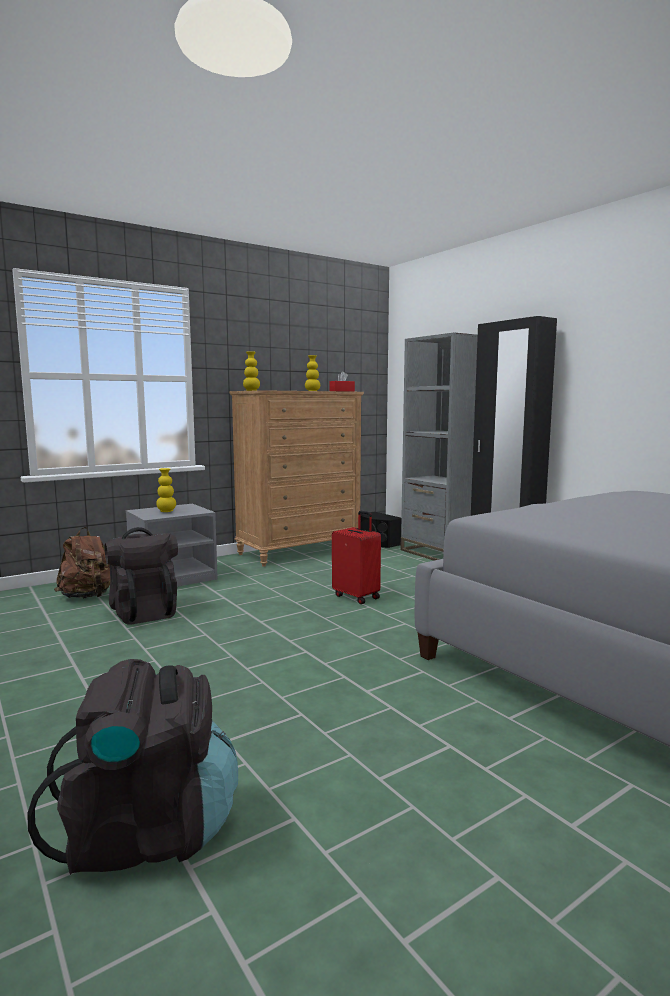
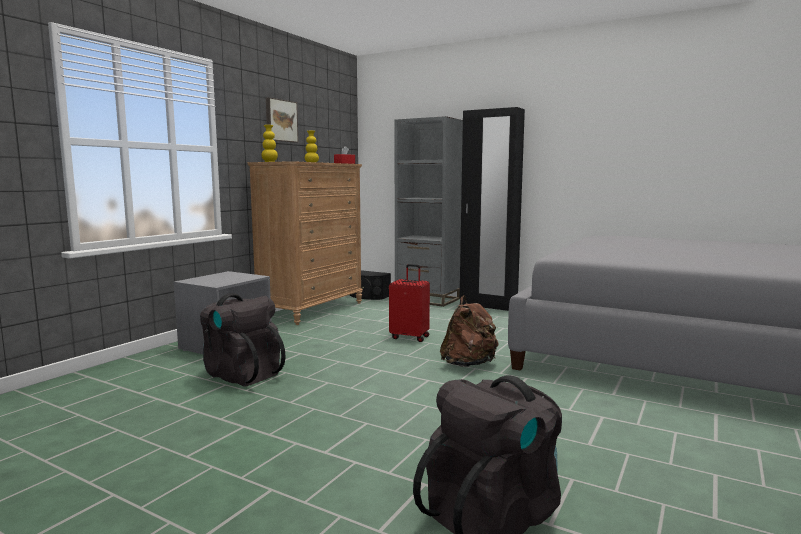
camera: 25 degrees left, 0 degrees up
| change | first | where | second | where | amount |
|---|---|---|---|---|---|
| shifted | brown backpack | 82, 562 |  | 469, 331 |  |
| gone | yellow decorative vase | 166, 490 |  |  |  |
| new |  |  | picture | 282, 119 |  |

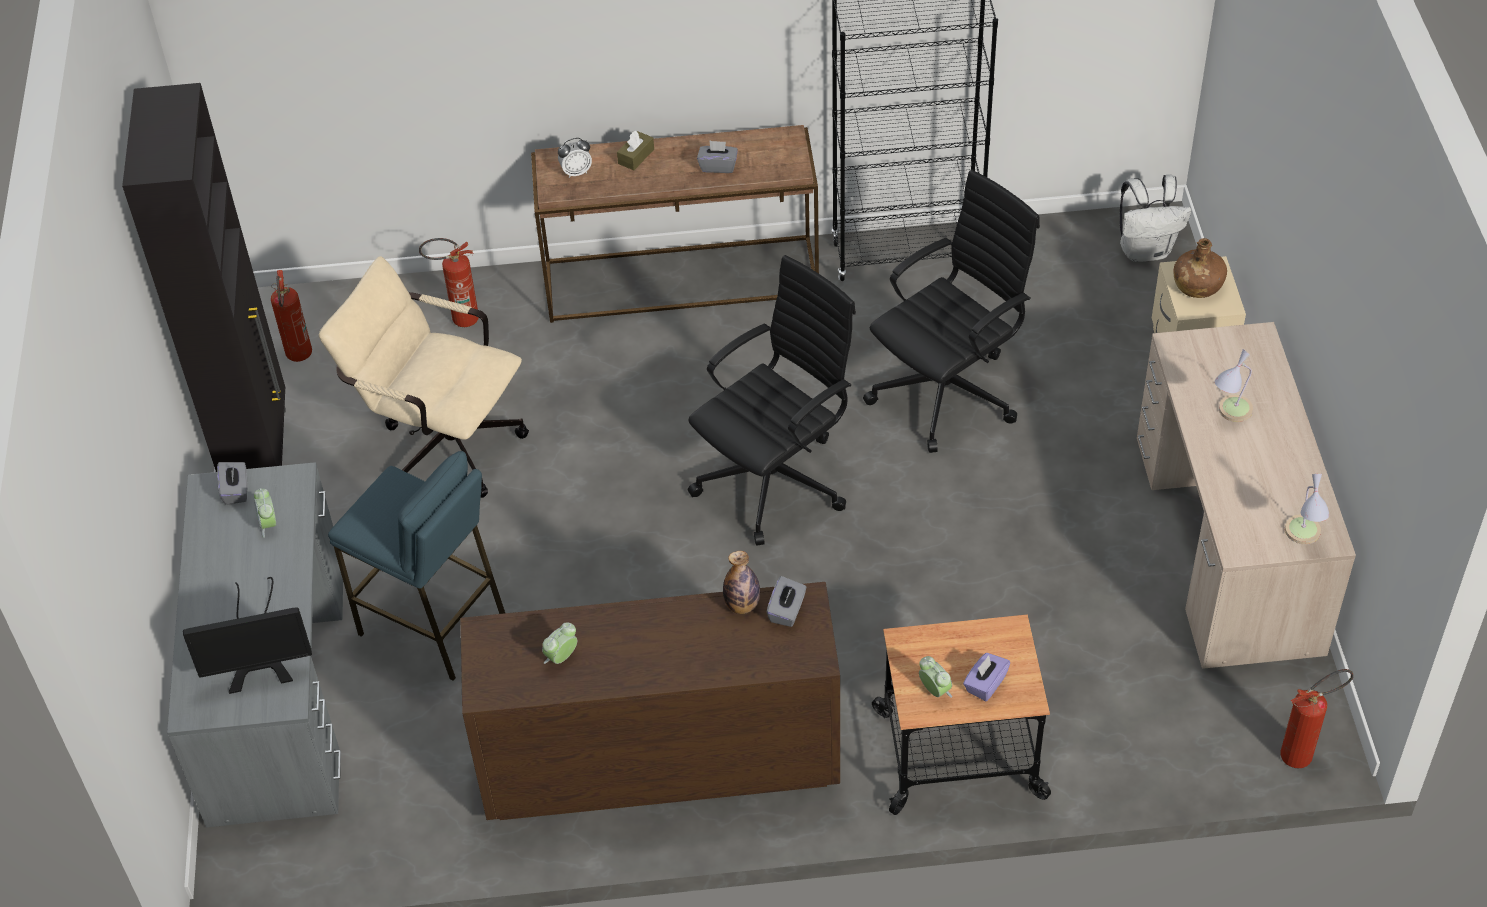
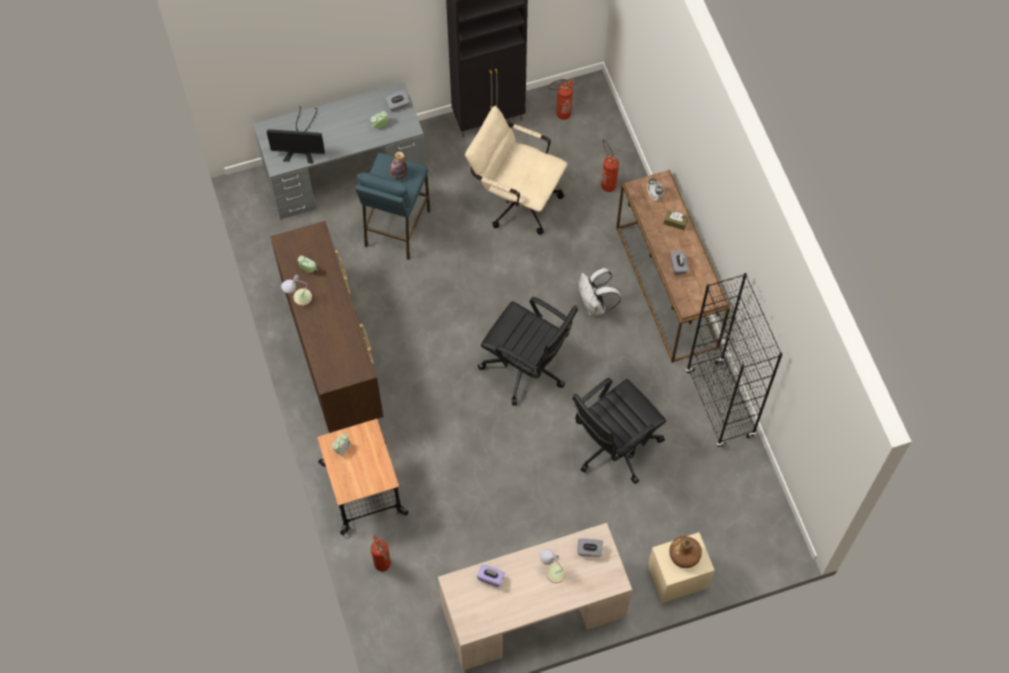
camera: 75 degrees right, 15 degrees up
| change | first | where | second | where | amount |
|---|---|---|---|---|---|
| rotated | computer display | 247, 635 |  | 296, 134 | 60 degrees counterclockwise |
| rotated | sand-coloured desk chair | 424, 377 |  | 516, 170 | 75 degrees counterclockwise |
| shifted | drink bottle | 741, 582 |  | 398, 165 |  |
| shifted | greyish tissue box | 786, 601 |  | 590, 548 |  |
| rotated | black-coloured desk chair | 951, 311 |  | 619, 431 | 105 degrees clockwise |
| shifted | purple tissue box | 986, 677 |  | 491, 576 |  |
| shifted | white-coloured backpack | 1155, 218 |  | 600, 292 |  |
| shifted | fire extinguisher | 1317, 718 |  | 381, 553 |  |
| shifted | table lamp | 1307, 509 |  | 296, 290 |  |

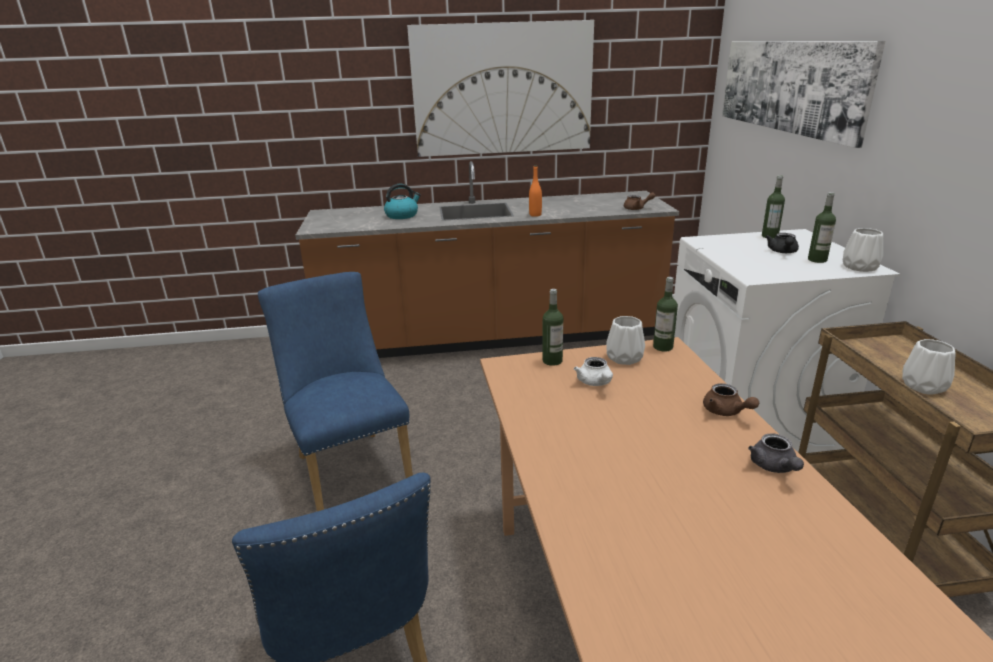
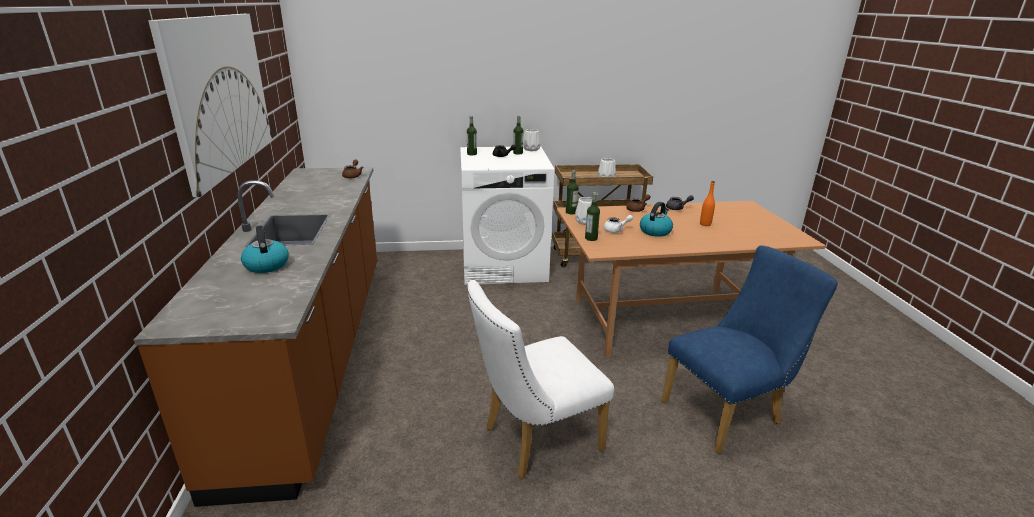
camera: 90 degrees left, 0 degrees up
| change | first | where | second | where | amount |
|---|---|---|---|---|---|
| repainted | blue-coloured plain chair | 335, 391 | white-coloured plain chair | 540, 379 |  |
| shifted | orange-coloured drink bottle | 535, 191 |  | 707, 203 |  |
| gone | picture | 803, 94 |  |  |  |
| new |  |  | kettle | 656, 219 |  |

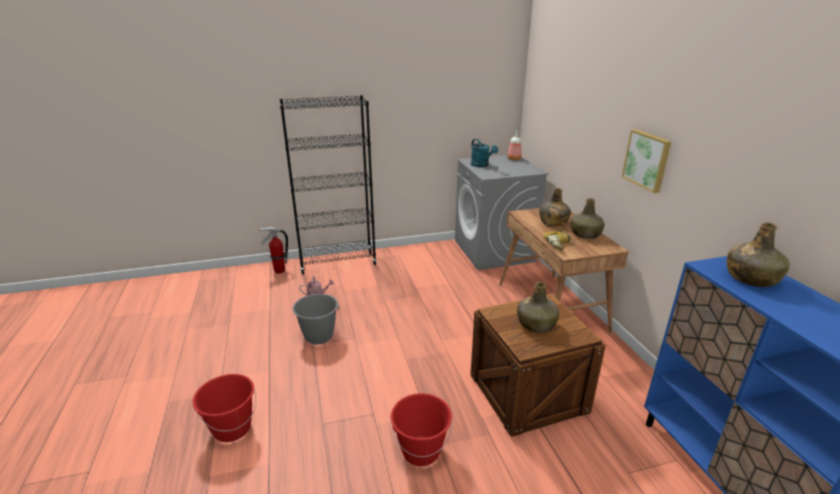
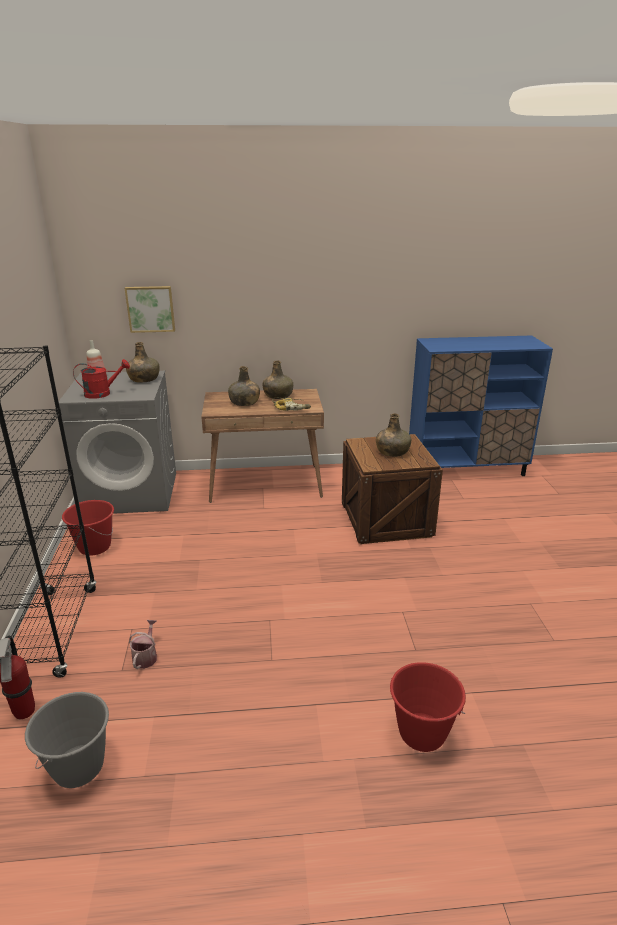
camera: 80 degrees left, 0 degrees up
| change | first | where | second | where | amount |
|---|---|---|---|---|---|
| shifted | greyish bucket | 316, 319 |  | 67, 740 |  |
| shifted | reddish bucket | 421, 429 |  | 88, 528 |  |
| repainted | turquoise watering pot | 484, 153 | reddish watering pot | 101, 379 |  |
| shifted | picture | 646, 161 |  | 150, 309 |  |
| shifted | green-coloured drink bottle | 758, 254 |  | 142, 362 |  |

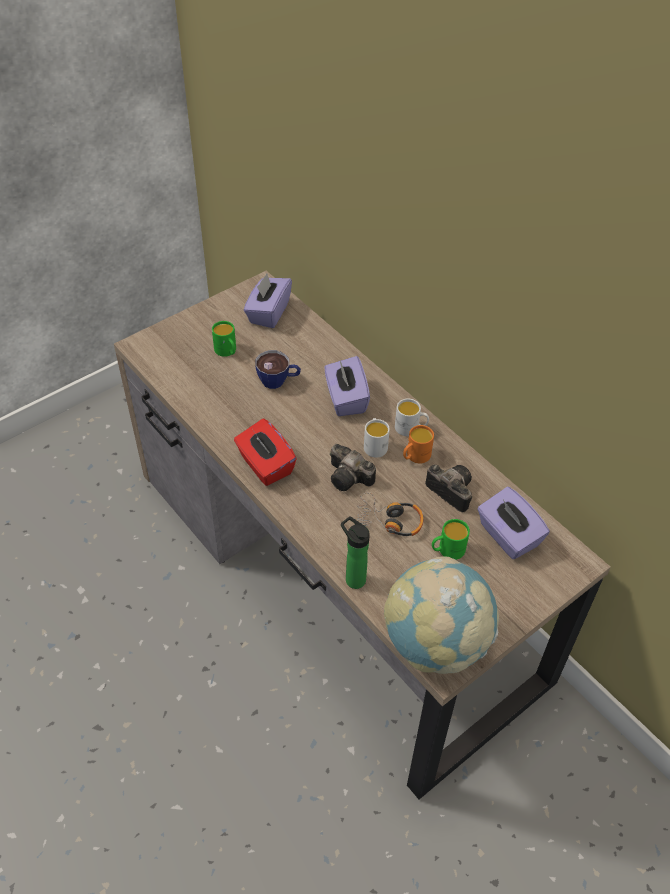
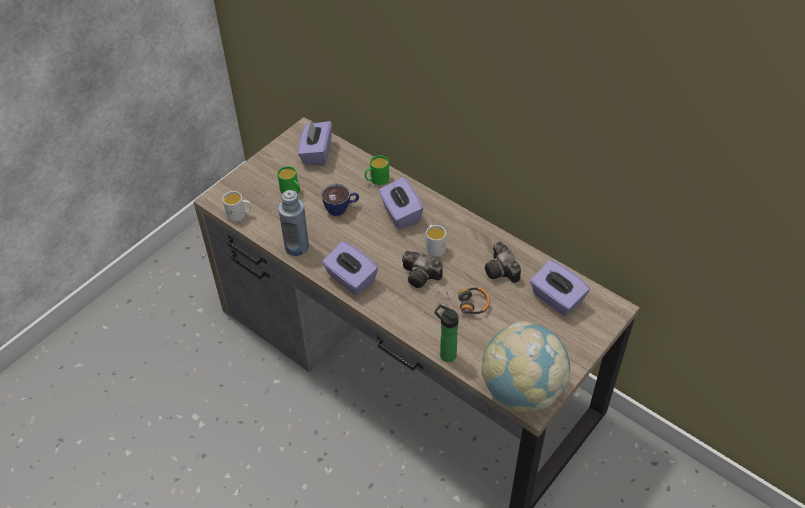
camera: 10 degrees left, 0 degrees up
| change | first | where | second | where | amount |
|---|---|---|---|---|---|
| repainted | reddish tissue box | 265, 452 | purple tissue box | 350, 268 |  |
| shifted | white-coloured tea mug | 412, 417 |  | 236, 206 |  |
| gone | orange-coloured tea mug | 418, 444 |  |  |  |
| rotated | photo camera | 448, 489 |  | 503, 262 | 150 degrees counterclockwise |
| shifted | green-coloured tea mug | 451, 539 |  | 377, 170 |  |
| new |  |  | blue-coloured drink bottle | 293, 223 |  |

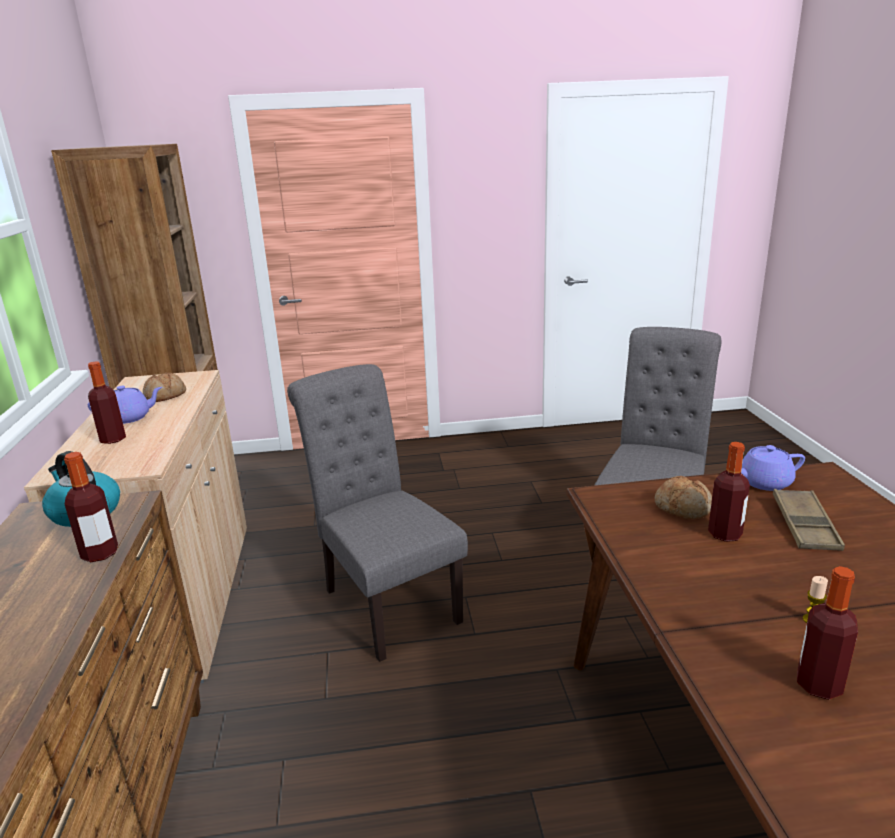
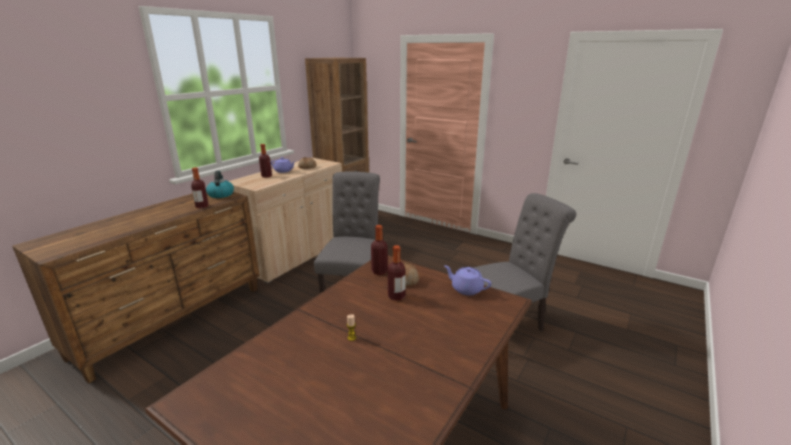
camera: 40 degrees right, 0 degrees up
| change | first | where | second | where | amount |
|---|---|---|---|---|---|
| gone | brown carrying tray | 809, 520 |  |  |  |
| shifted | drink bottle | 827, 633 |  | 379, 250 |  |

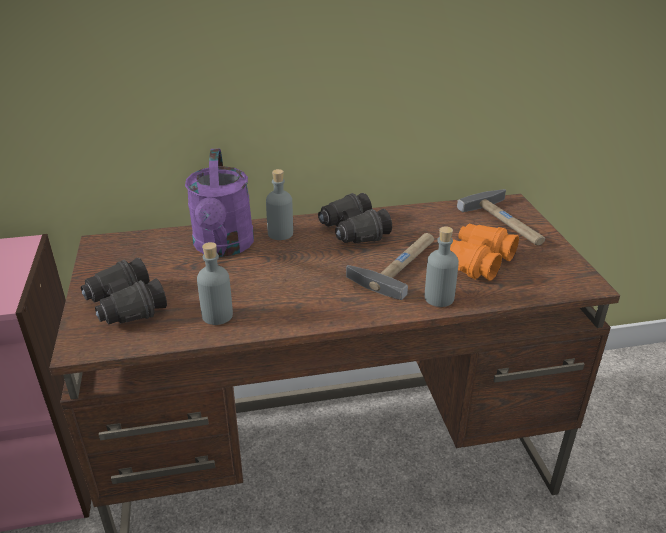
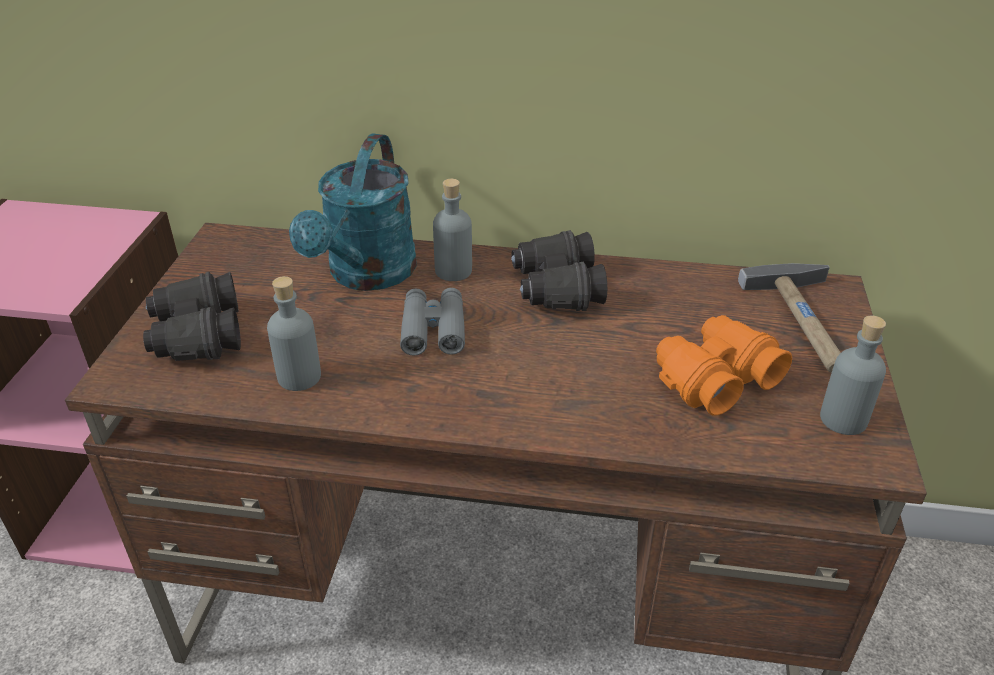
camera: 20 degrees right, 5 degrees up
| change | first | where | second | where | amount |
|---|---|---|---|---|---|
| repainted | purple watering pot | 219, 203 | turquoise watering pot | 353, 212 |  |
| gone | hand hammer | 390, 266 |  |  |  |
| shifted | greyish drink bottle | 442, 266 |  | 853, 375 |  |
| new |  |  | greyish binoculars | 432, 322 |  |

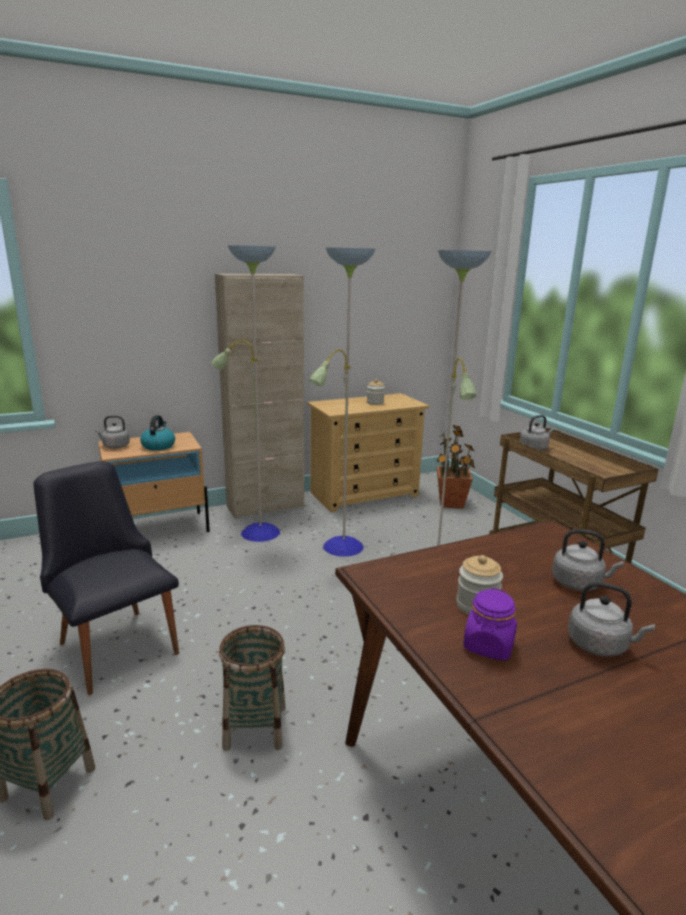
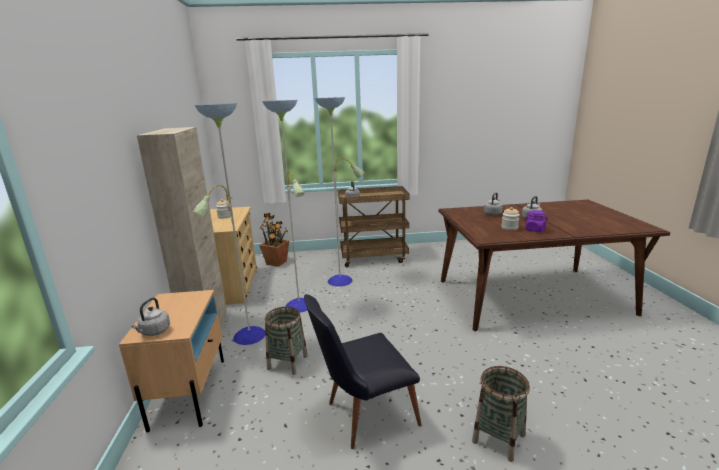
camera: 70 degrees left, 0 degrees up
| change | first | where | second | where | amount |
|---|---|---|---|---|---|
| gone | kettle | 157, 433 |  |  |  |
| shifted | household basket | 252, 688 |  | 286, 341 |  |

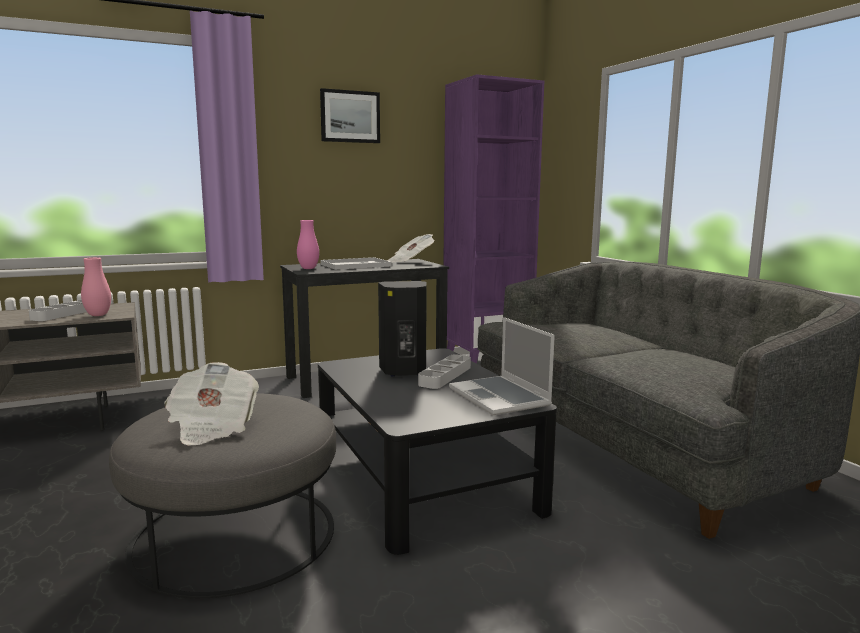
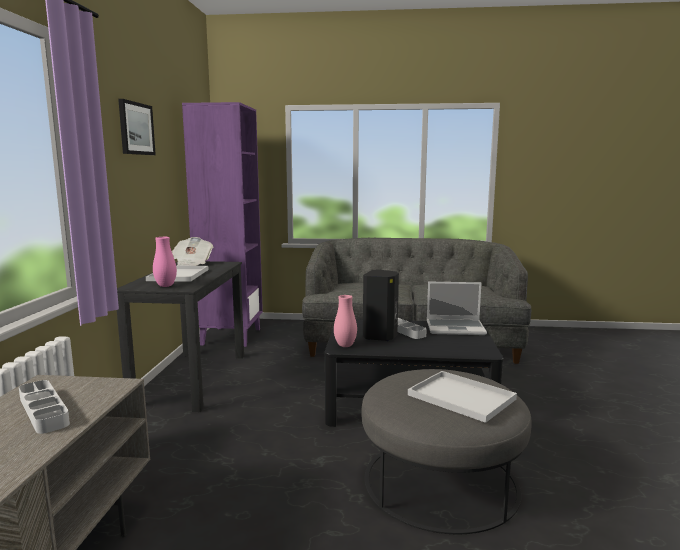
camera: 60 degrees left, 0 degrees up
| change | first | where | second | where | amount |
|---|---|---|---|---|---|
| shifted | pink-coloured decorative vase | 96, 286 |  | 345, 321 |  |
| swapped | newspaper | 211, 404 | white-coloured carrying tray | 462, 397 |  |

